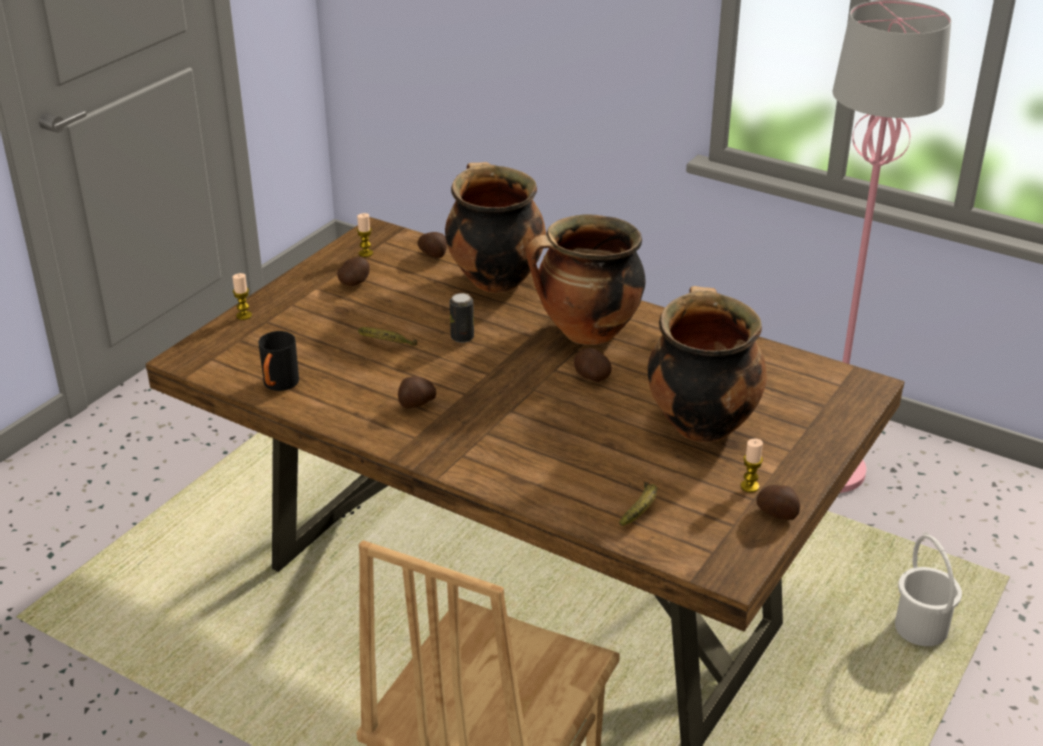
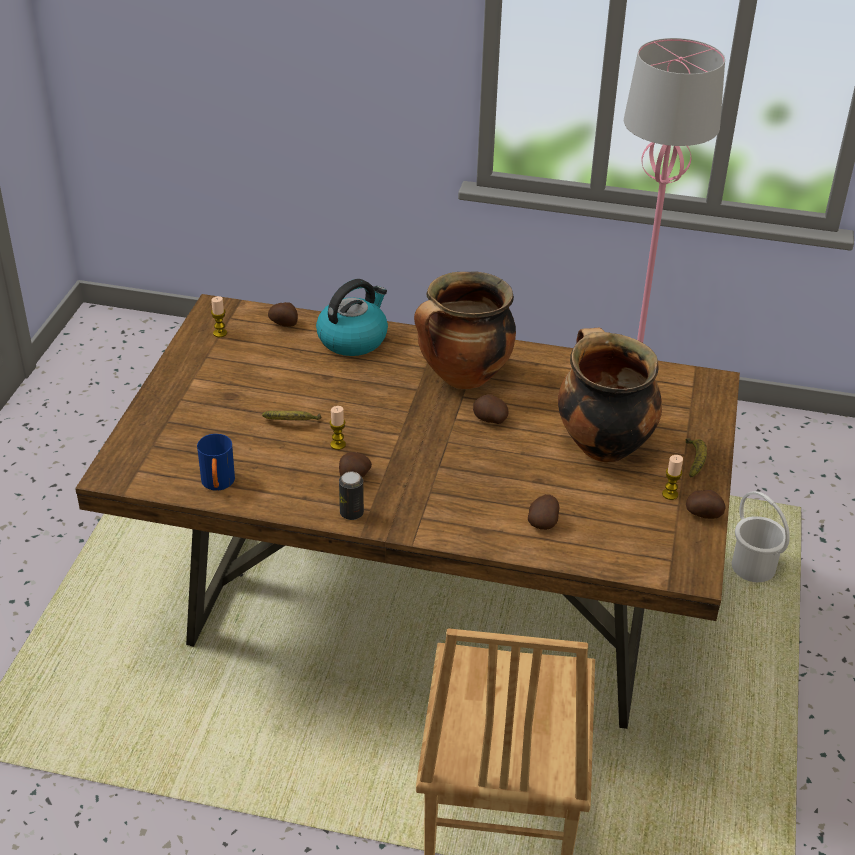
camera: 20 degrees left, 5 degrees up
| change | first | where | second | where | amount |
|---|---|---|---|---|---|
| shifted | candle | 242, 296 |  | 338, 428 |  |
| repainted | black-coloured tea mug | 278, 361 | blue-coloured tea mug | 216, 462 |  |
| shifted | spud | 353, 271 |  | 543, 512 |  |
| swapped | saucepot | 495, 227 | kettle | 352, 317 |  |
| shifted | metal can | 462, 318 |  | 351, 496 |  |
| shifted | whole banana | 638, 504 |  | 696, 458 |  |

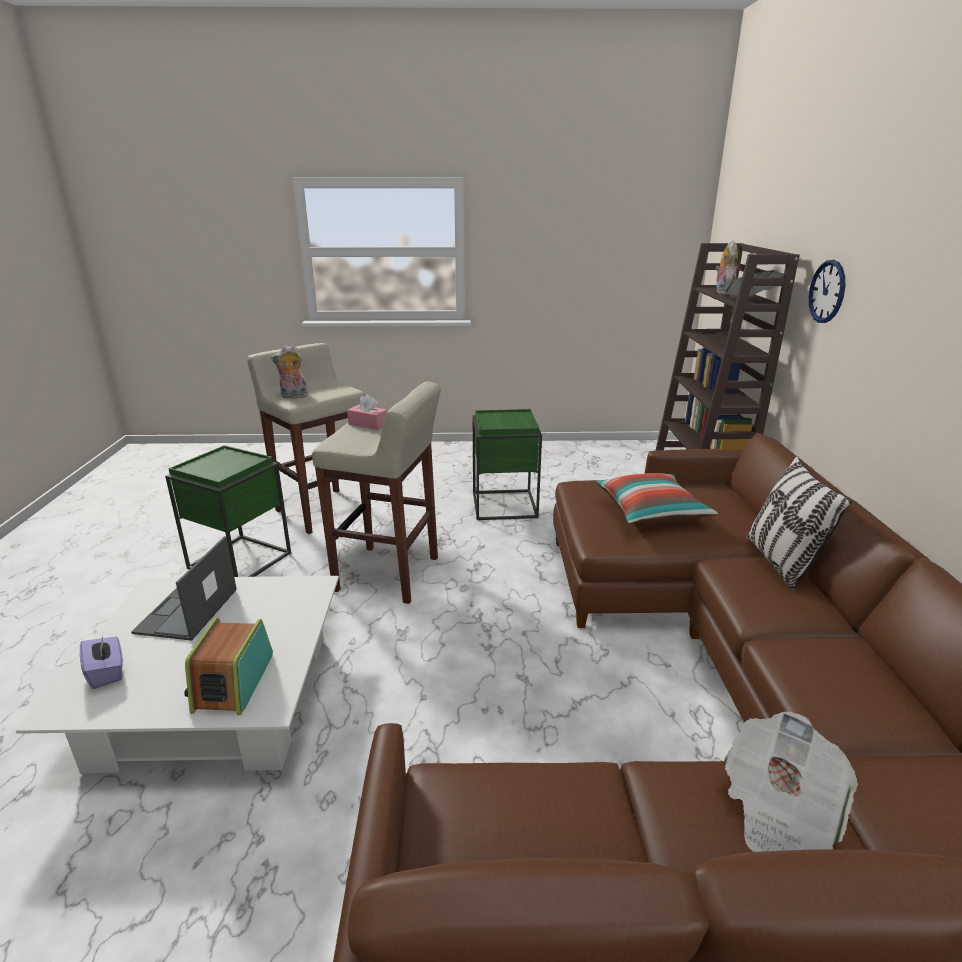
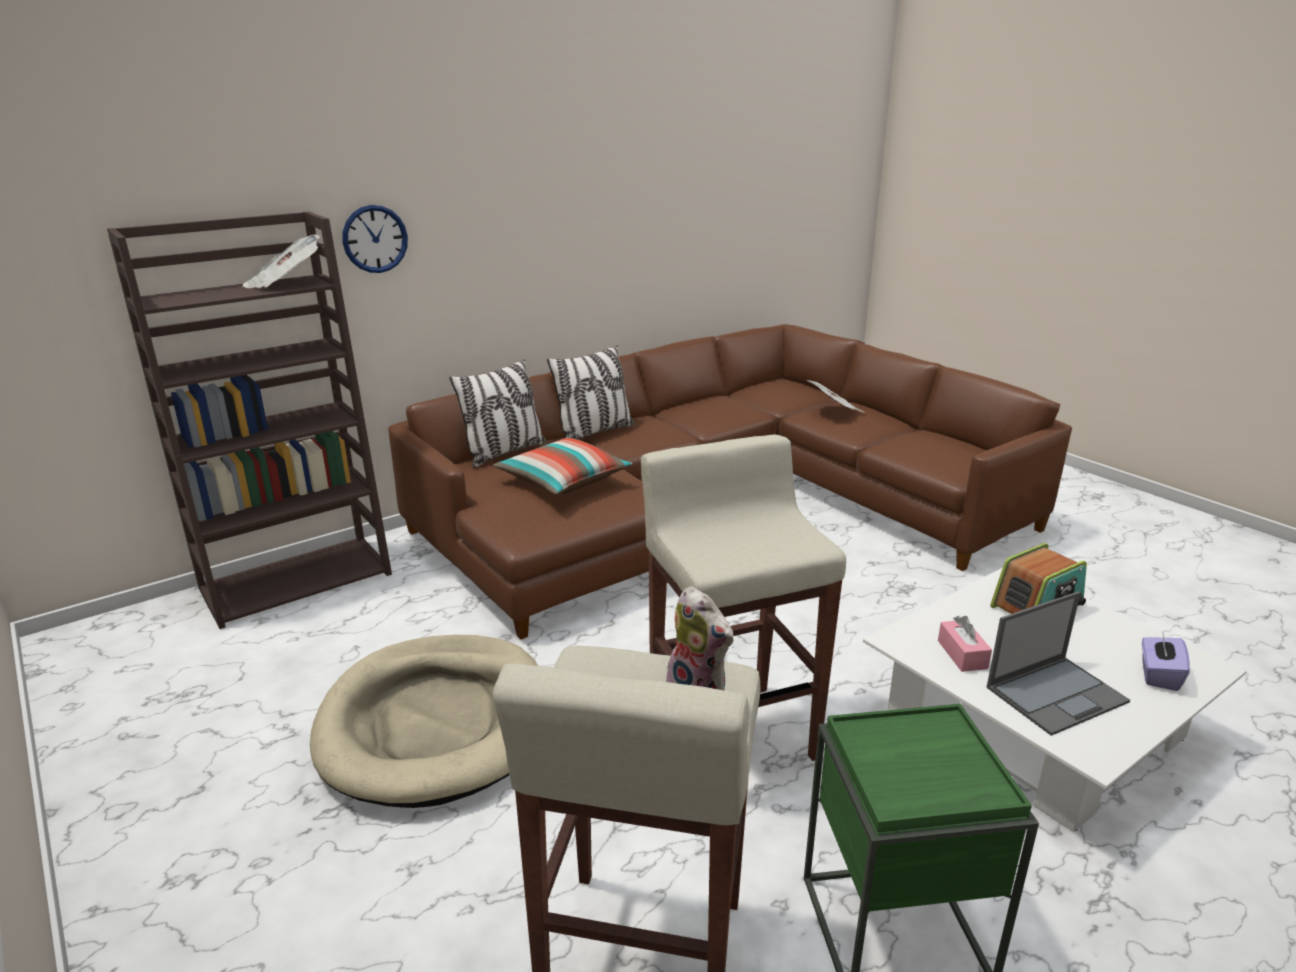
camera: 125 degrees left, 0 degrees up
| change | first | where | second | where | amount |
|---|---|---|---|---|---|
| shifted | pink-coloured tissue box | 367, 412 |  | 965, 644 |  |
| swapped | green-coloured accent table | 507, 464 | sand-coloured pet bed | 424, 721 |  |
| gone | cuddly toy | 726, 268 |  |  |  |
| new |  |  | throw pillow | 498, 413 |  |

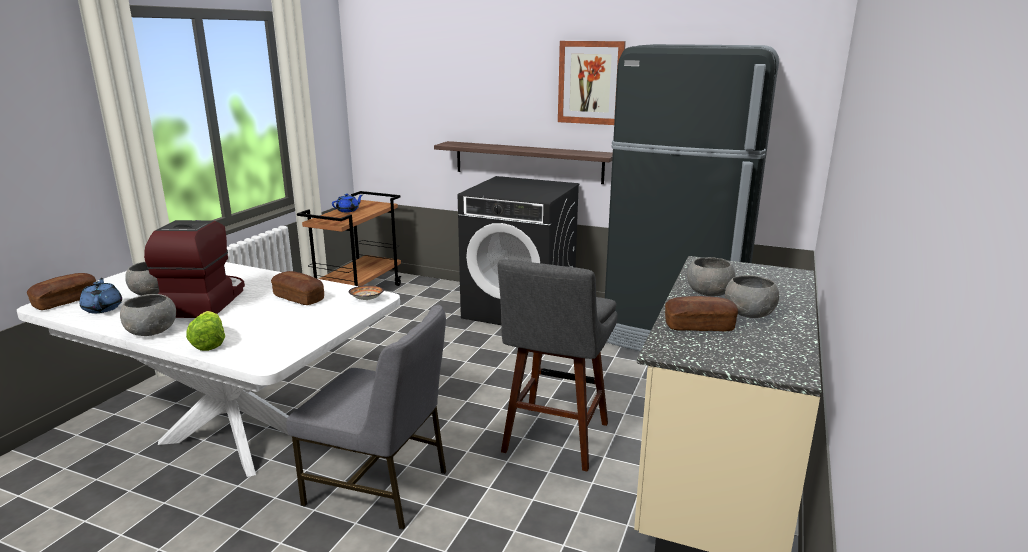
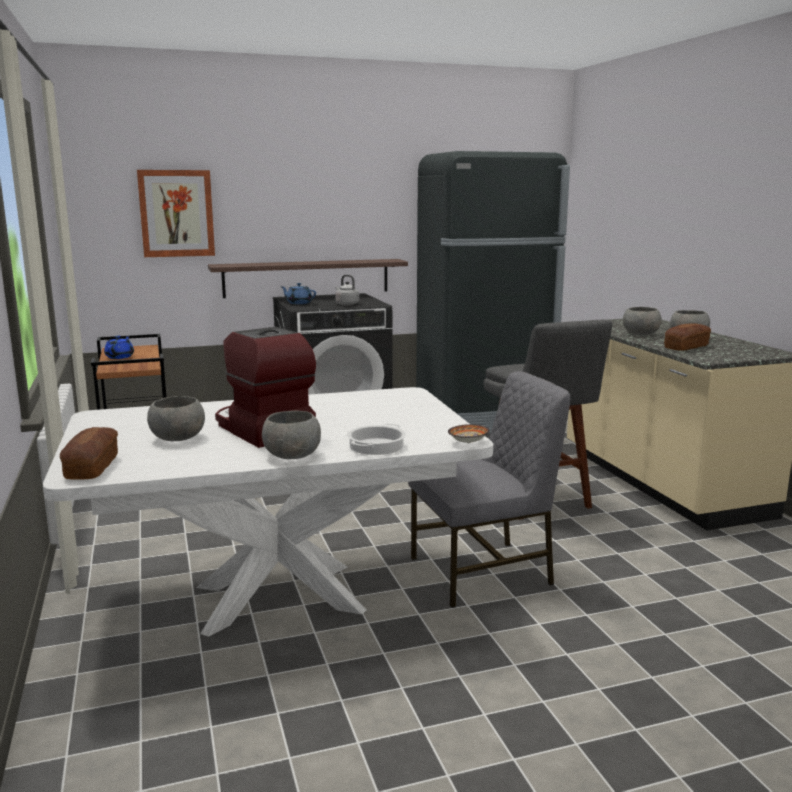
camera: 40 degrees left, 5 degrees down
| change | first | where | second | where | amount |
|---|---|---|---|---|---|
| shifted | blue-coloured pot for tea | 100, 295 |  | 298, 293 |  |
| swapped | head of lettuce | 205, 331 | saucepot | 376, 439 |  |
| gone | bakery bread | 297, 288 |  |  |  |
| shifted | serving bowl | 366, 292 |  | 469, 433 |  |
| shifted | picture | 592, 83 |  | 176, 213 |  |
| new |  |  | greyish kettle | 347, 290 |  |

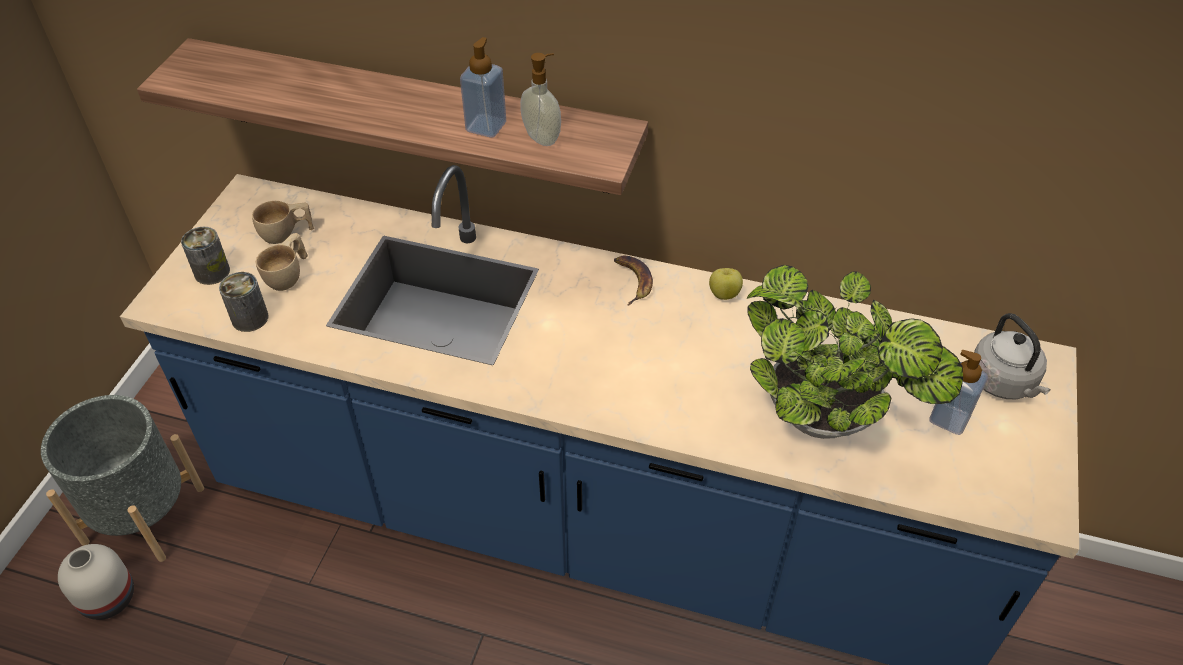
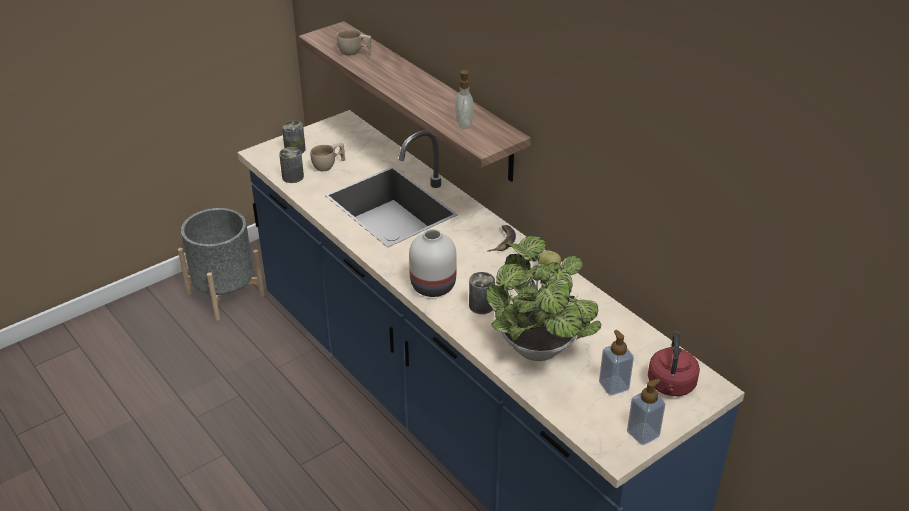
camera: 35 degrees right, 10 degrees down
| change | first | where | second | where | amount |
|---|---|---|---|---|---|
| shifted | white-coloured decorative vase | 96, 582 |  | 433, 263 |  |
| shifted | sand-coloured cup | 283, 222 |  | 354, 43 |  |
| shifted | soap bottle | 483, 87 |  | 646, 412 |  |
| repainted | greyish kettle | 1012, 356 | reddish kettle | 674, 363 |  |
| new |  |  | metal can | 482, 293 |  |

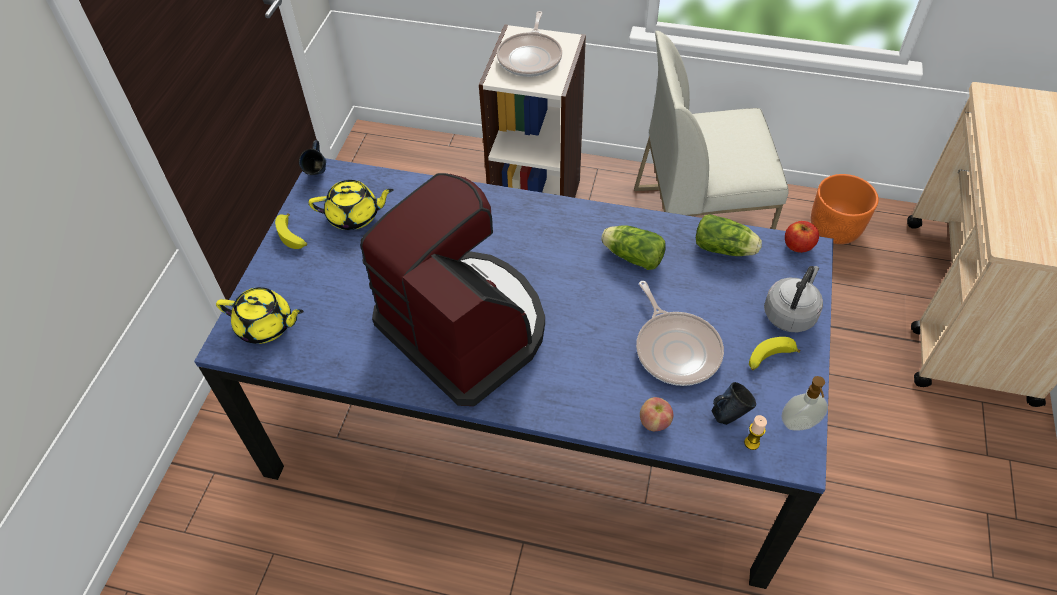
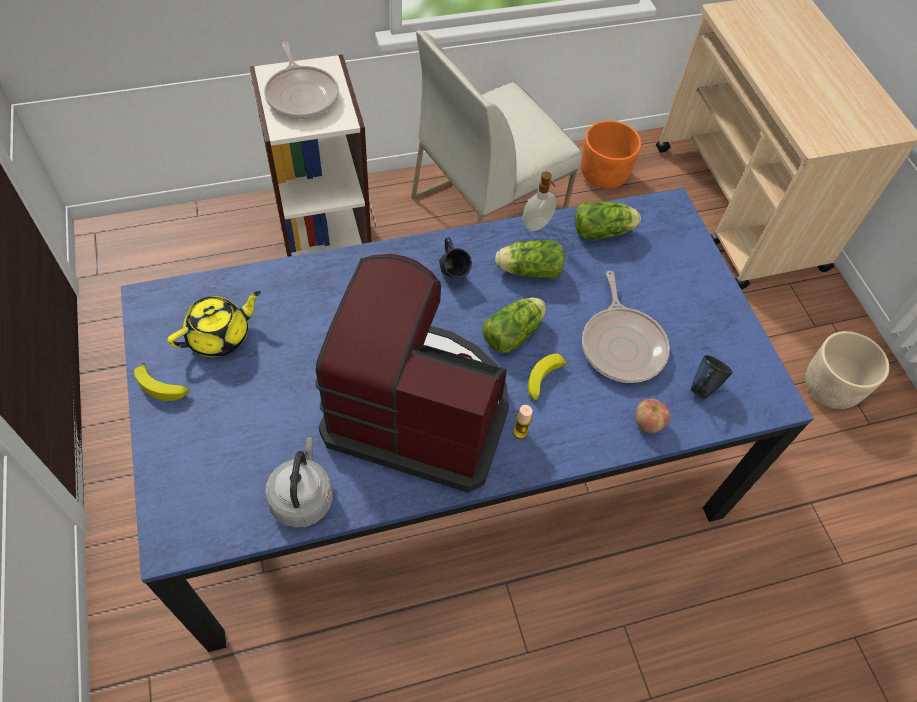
camera: 35 degrees left, 5 degrees up
| change | first | where | second | where | amount |
|---|---|---|---|---|---|
| gone | yellow pot for tea | 260, 315 |  |  |  |
| shifted | blue-coloured tea mug | 312, 157 |  | 455, 257 |  |
| rotated | pan | 680, 333 |  | 626, 327 | 45 degrees clockwise |
| shifted | candle | 755, 432 |  | 523, 422 |  |
| shifted | whole banana | 775, 353 |  | 548, 377 |  |
| shifted | greyish kettle | 793, 299 |  | 299, 482 |  |
| shifted | soap bottle | 804, 403 |  | 540, 201 |  |
| gone | apple fruit | 802, 237 |  |  |  |
| new |  |  | head of lettuce | 514, 325 |  |
| new |  |  | sand-coloured plant pot | 847, 370 |  |

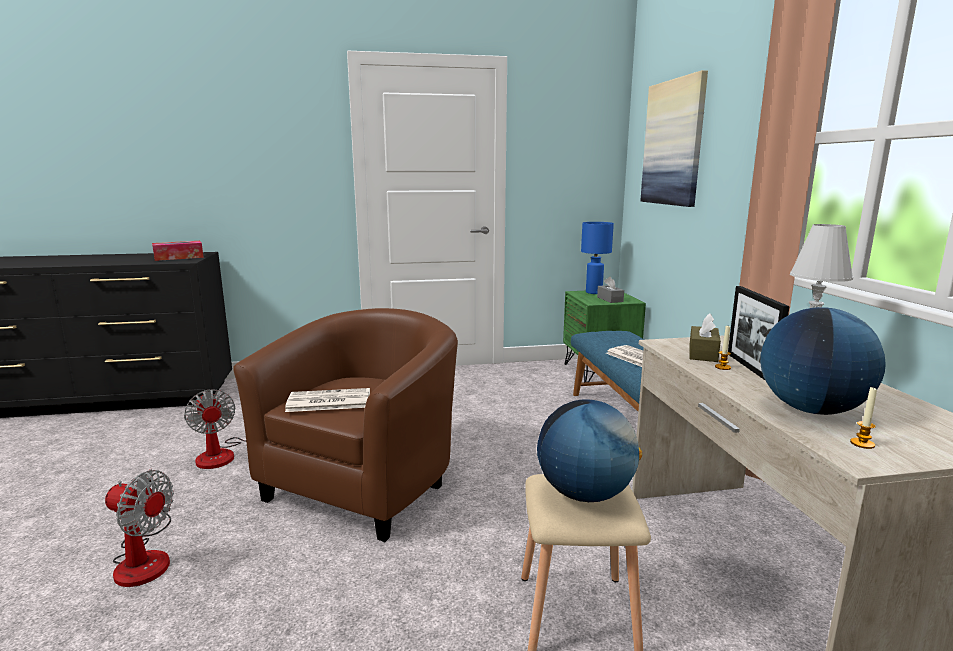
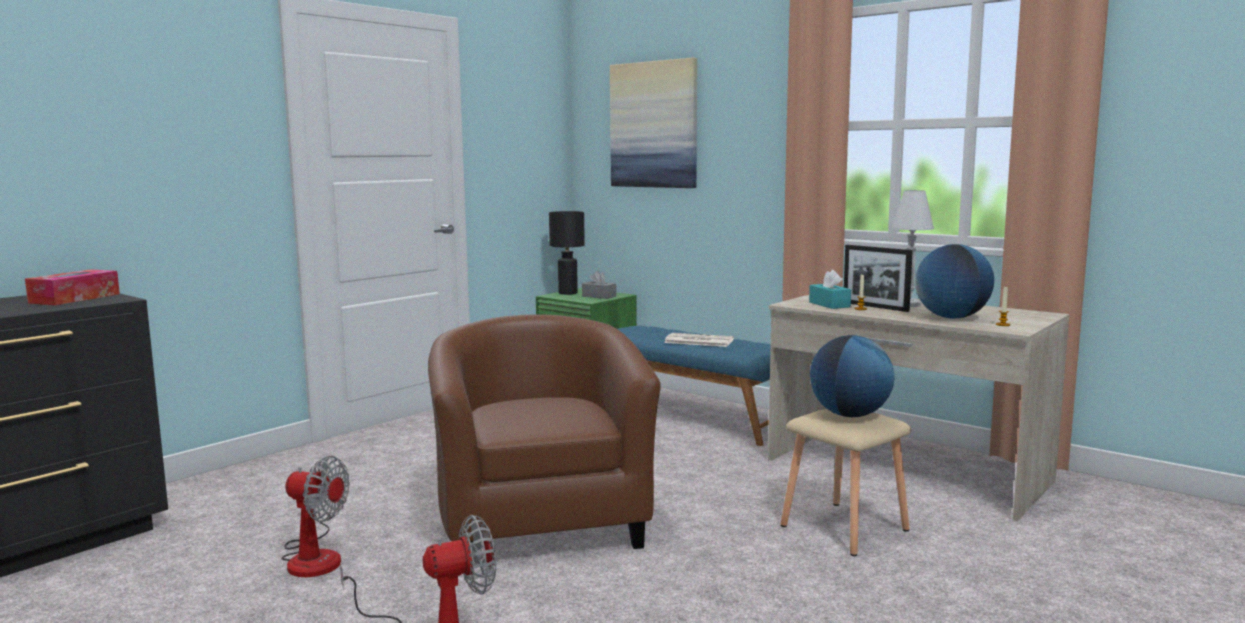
camera: 40 degrees left, 5 degrees down
| change | first | where | second | where | amount |
|---|---|---|---|---|---|
| gone | newspaper | 327, 400 |  |  |  |
| repainted | blue-coloured table lamp | 597, 258 | black-coloured table lamp | 567, 253 |  |
| repainted | brown tissue box | 705, 337 | turquoise tissue box | 830, 289 |  |

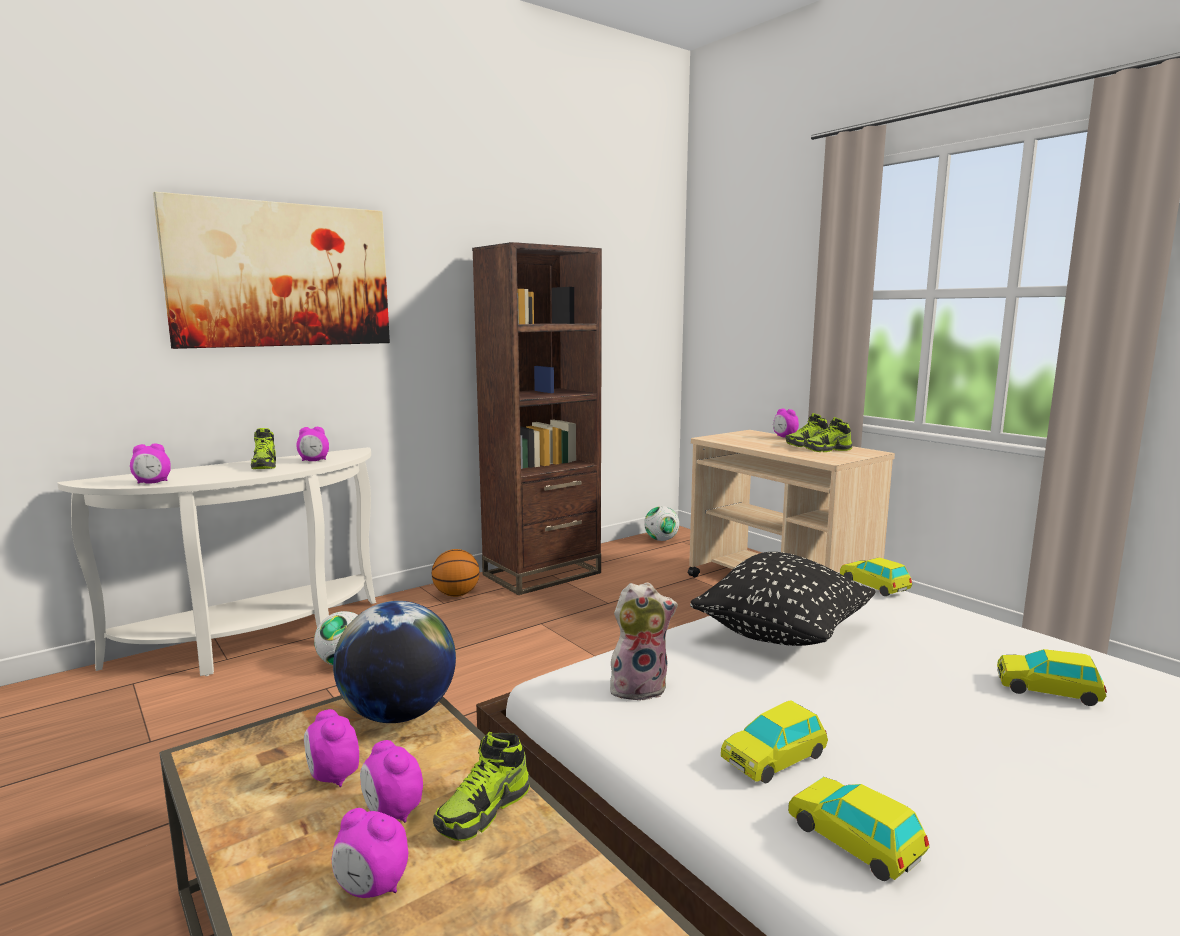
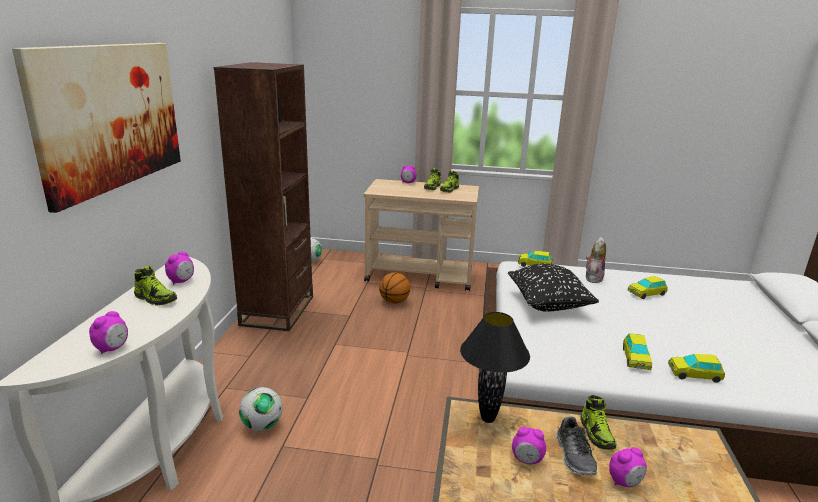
camera: 45 degrees left, 10 degrees up
| change | first | where | second | where | amount |
|---|---|---|---|---|---|
| swapped | desk globe | 394, 662 | black-coloured table lamp | 495, 367 |  |
| swapped | alarm clock | 391, 781 | low shoe | 576, 445 |  |
| shifted | basketball | 455, 573 |  | 394, 288 |  |
| shifted | cuddly toy | 644, 641 |  | 596, 260 |  |

